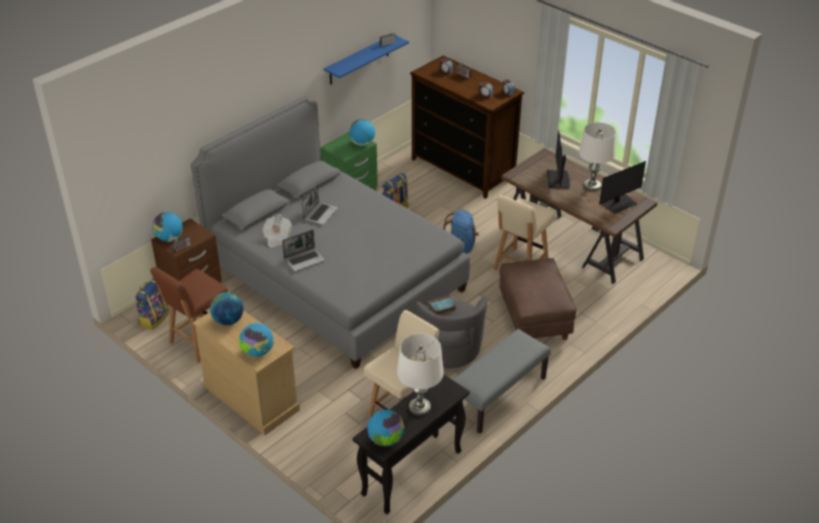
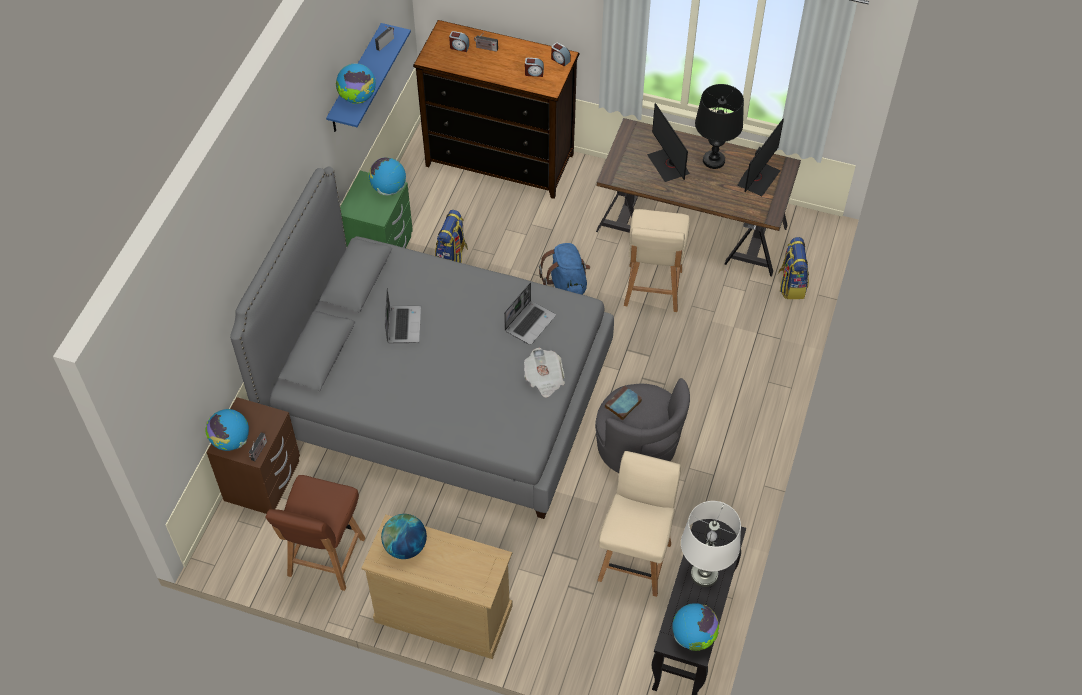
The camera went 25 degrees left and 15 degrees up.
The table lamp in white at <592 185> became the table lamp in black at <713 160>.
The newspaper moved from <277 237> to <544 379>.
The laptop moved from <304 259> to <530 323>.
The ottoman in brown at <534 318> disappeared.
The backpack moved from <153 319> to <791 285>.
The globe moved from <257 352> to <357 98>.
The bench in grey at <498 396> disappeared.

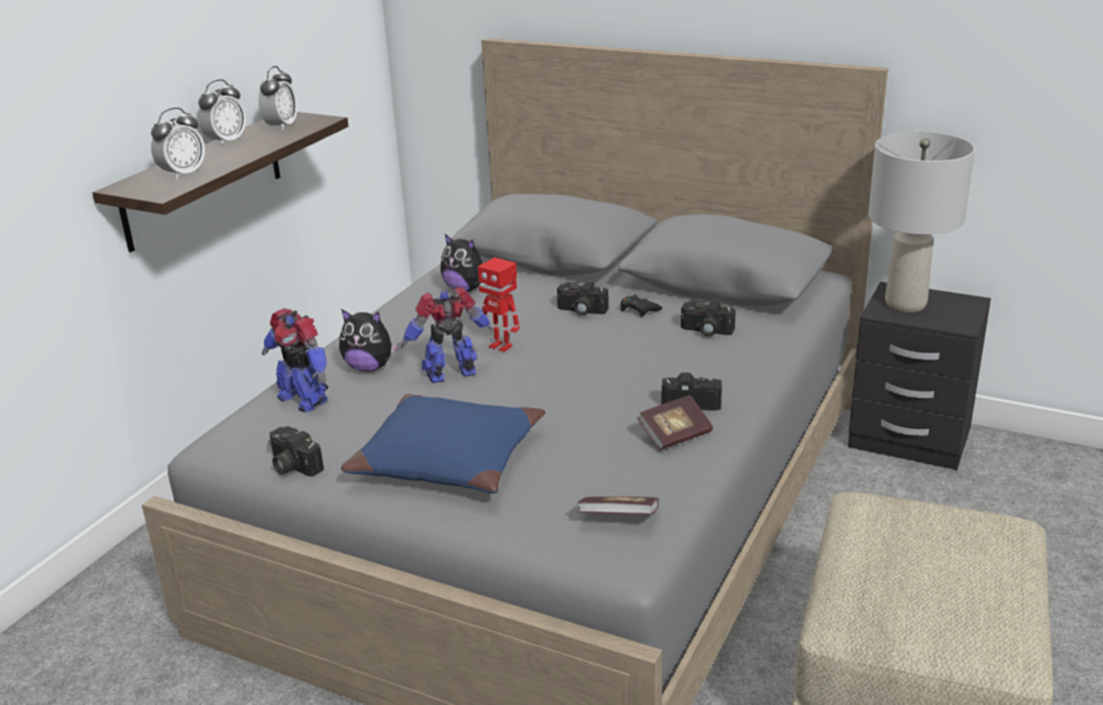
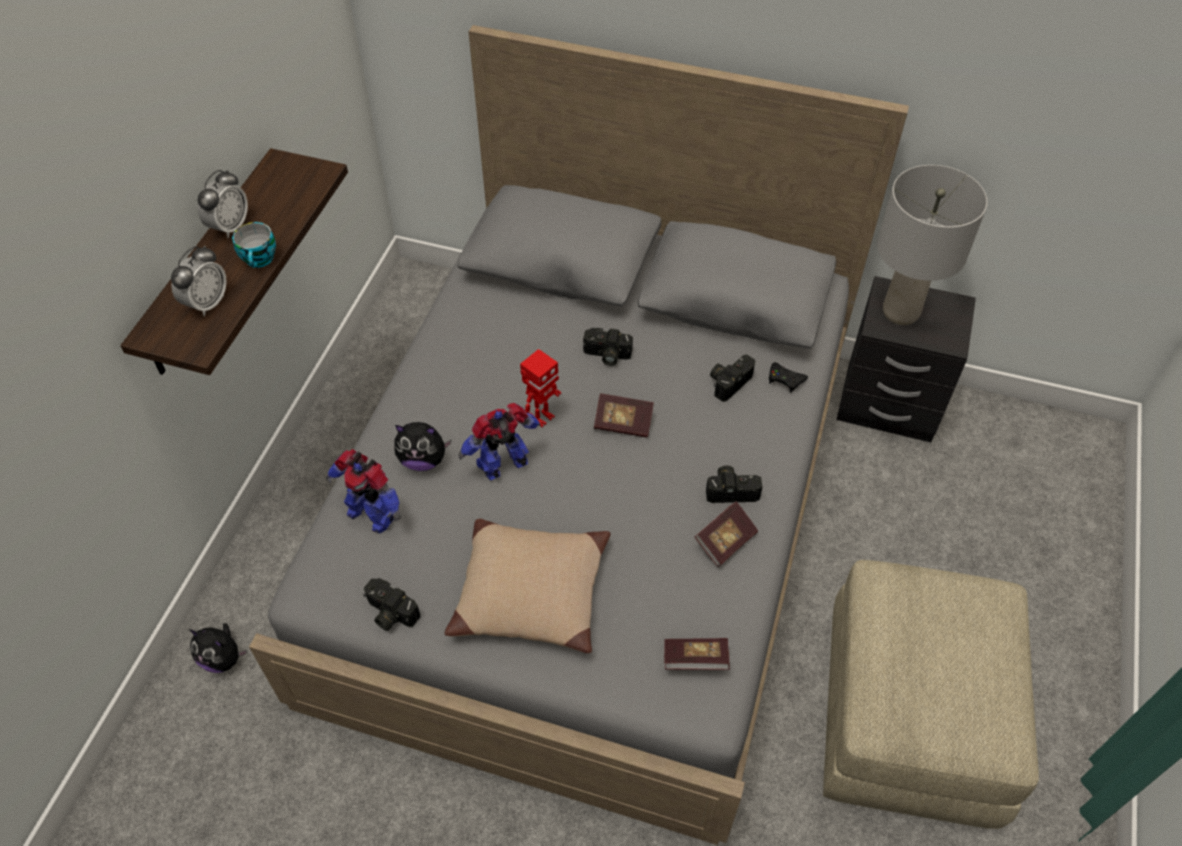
The camera went 10 degrees left and 25 degrees up.
The alarm clock at <281 126> disappeared.
The plush toy moved from <466 289> to <223 658>.
The toy robot at <501 346> turned 75 degrees counterclockwise.
The game controller in black moved from <639 310> to <785 379>.
The photo camera at <705 331> turned 120 degrees clockwise.
The pillow in blue at <449 460> became the pillow in beige at <531 592>.
The cup at <260 259> appeared.
The book at <623 423> appeared.

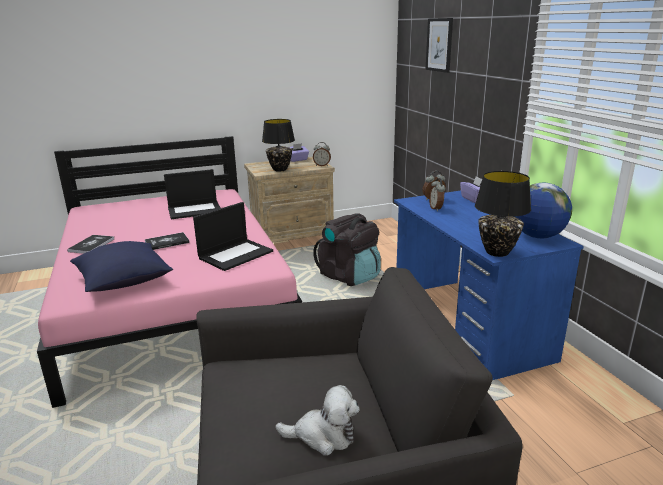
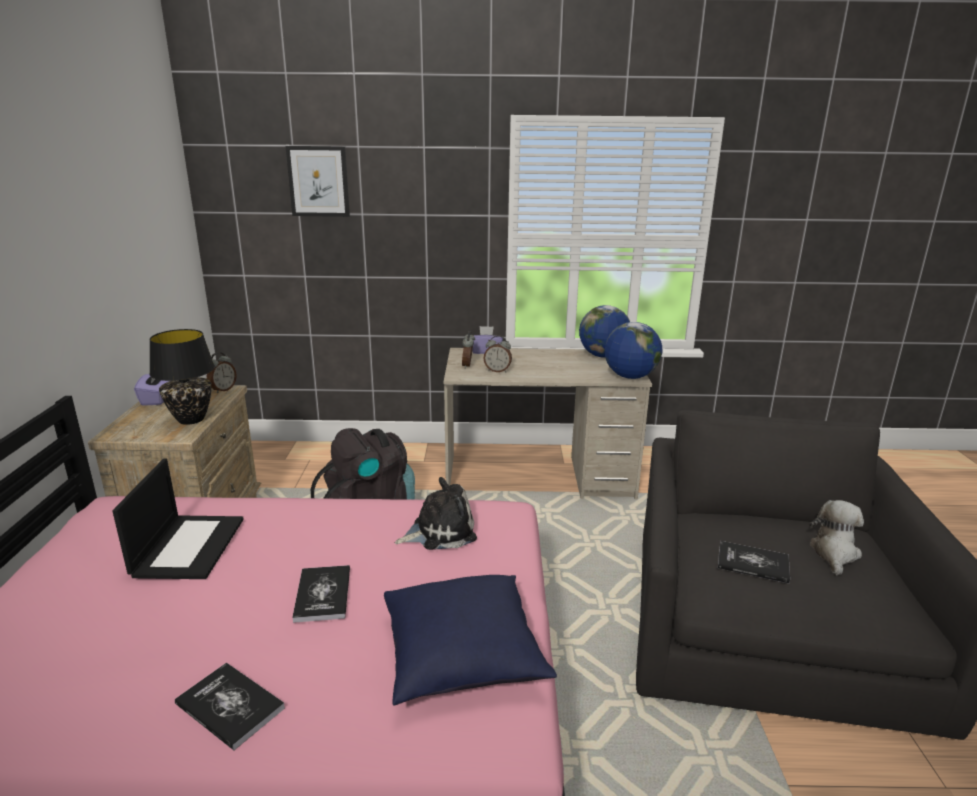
The camera went 70 degrees left and 0 degrees up.
The table lamp in black at <497 252> was replaced by the globe at <630 377>.
The desk in blue at <468 325> became the desk in beige at <539 477>.
The laptop at <236 254> was replaced by the plush toy at <440 531>.
The book at <753 563> appeared.

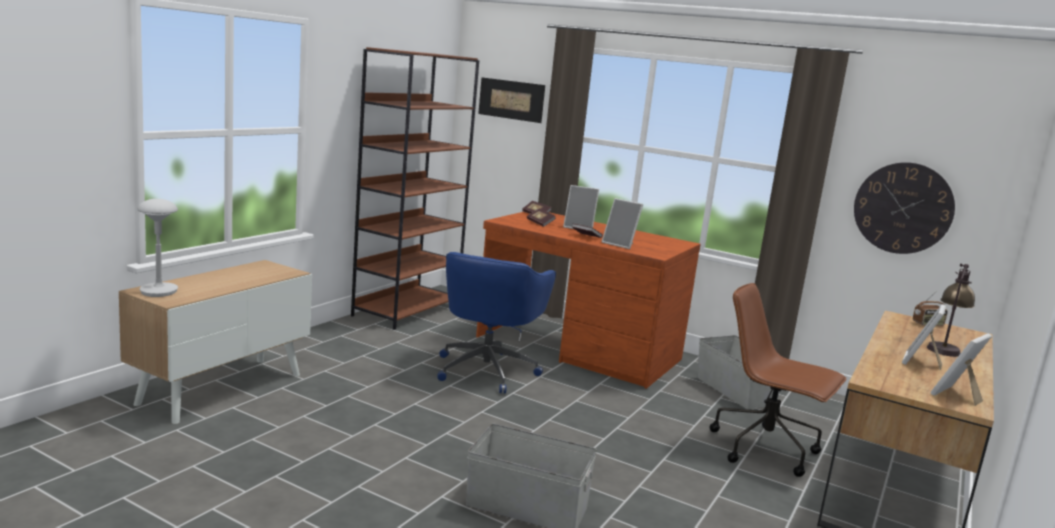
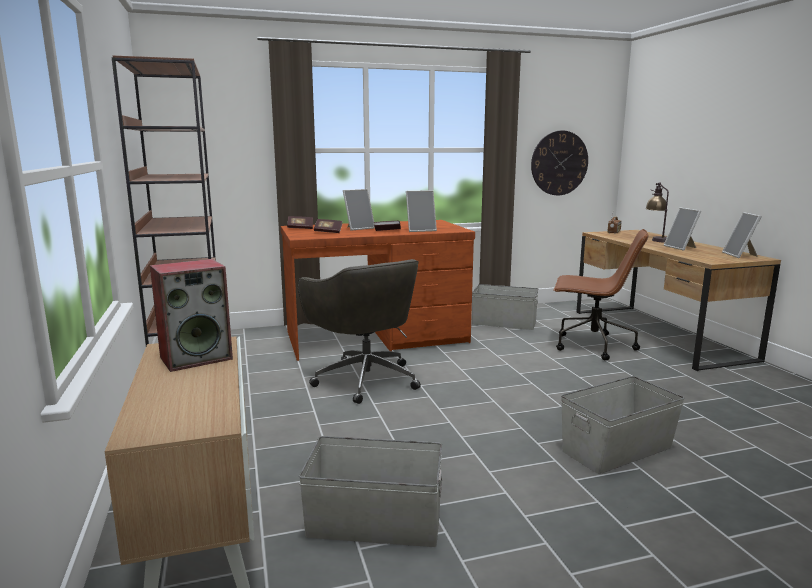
The camera went 45 degrees left and 0 degrees up.
The picture at <511 99> disappeared.
The table lamp in grey at <158 291> disappeared.
The office chair in blue at <487 369> became the office chair in grey at <365 379>.
The office chair in brown at <766 449> turned 150 degrees counterclockwise.
The speaker at <197 358> appeared.
The storage box in grey at <374 522> appeared.

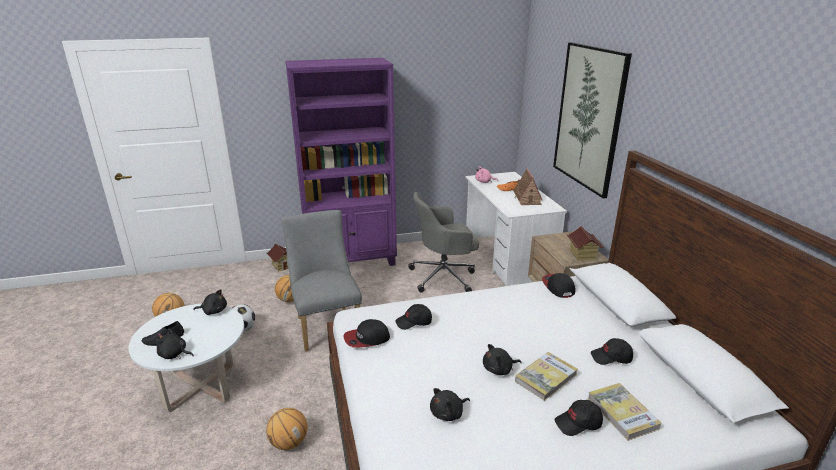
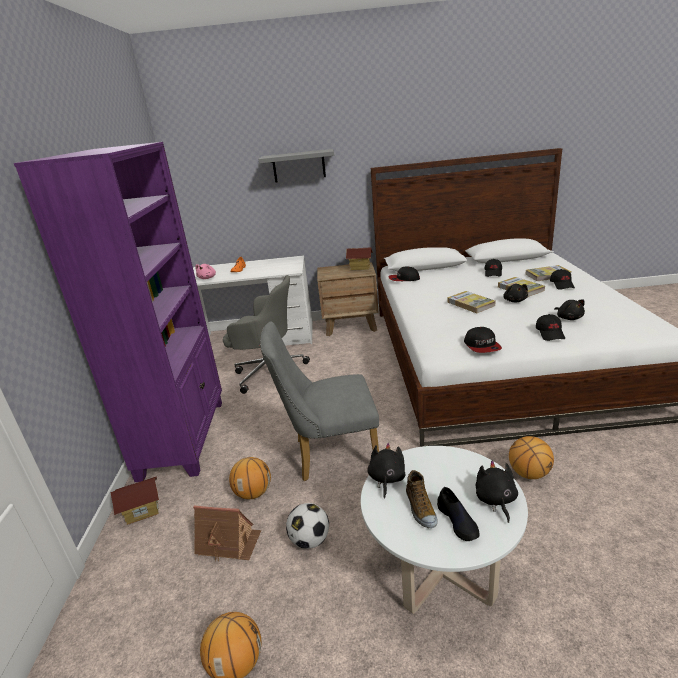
The camera went 75 degrees left and 0 degrees up.
The picture at <589 118> was replaced by the shelf in grey at <299 166>.
The toy house moved from <527 199> to <229 542>.
The office chair in grey at <444 276> turned 75 degrees counterclockwise.
The cap in black moved from <414 322> to <550 333>.
The plush toy in black at <174 354> turned 150 degrees clockwise.
The book at <470 304> appeared.
The shoe at <420 508> appeared.

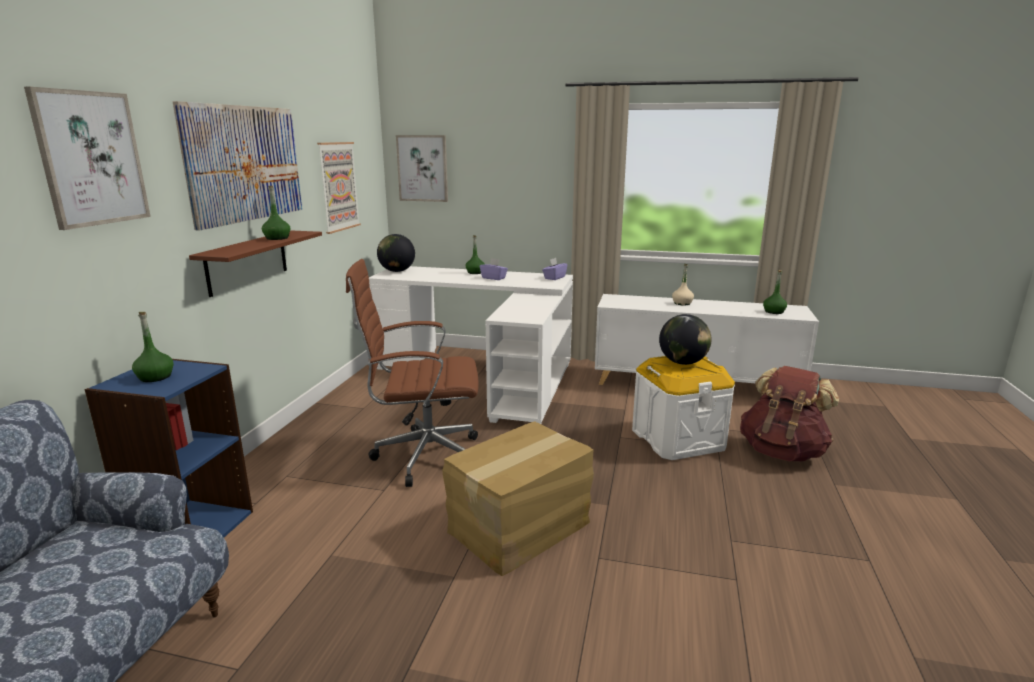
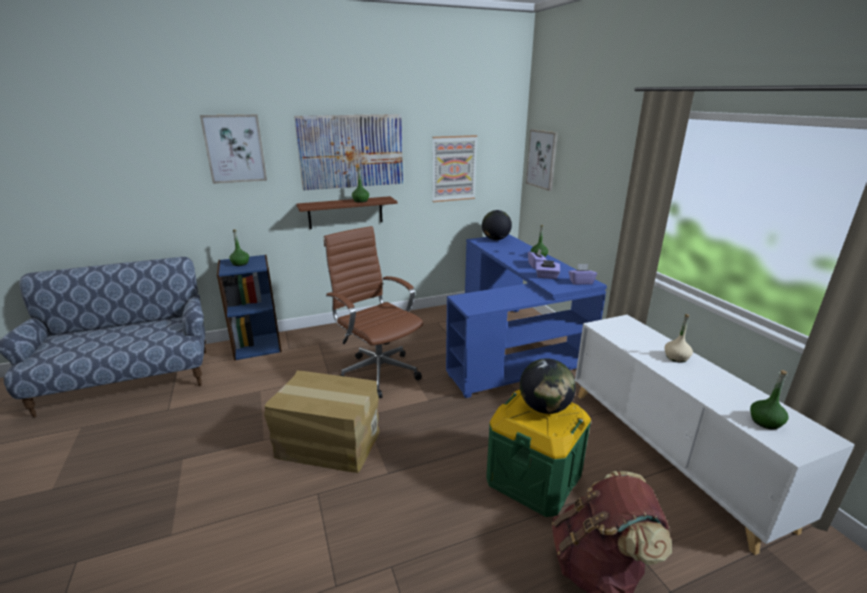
The camera went 55 degrees right and 5 degrees up.
The desk in white at <486 376> became the desk in blue at <514 344>.
The storage box in white at <677 439> became the storage box in green at <533 478>.
The tissue box in purple at <546 277> appeared.

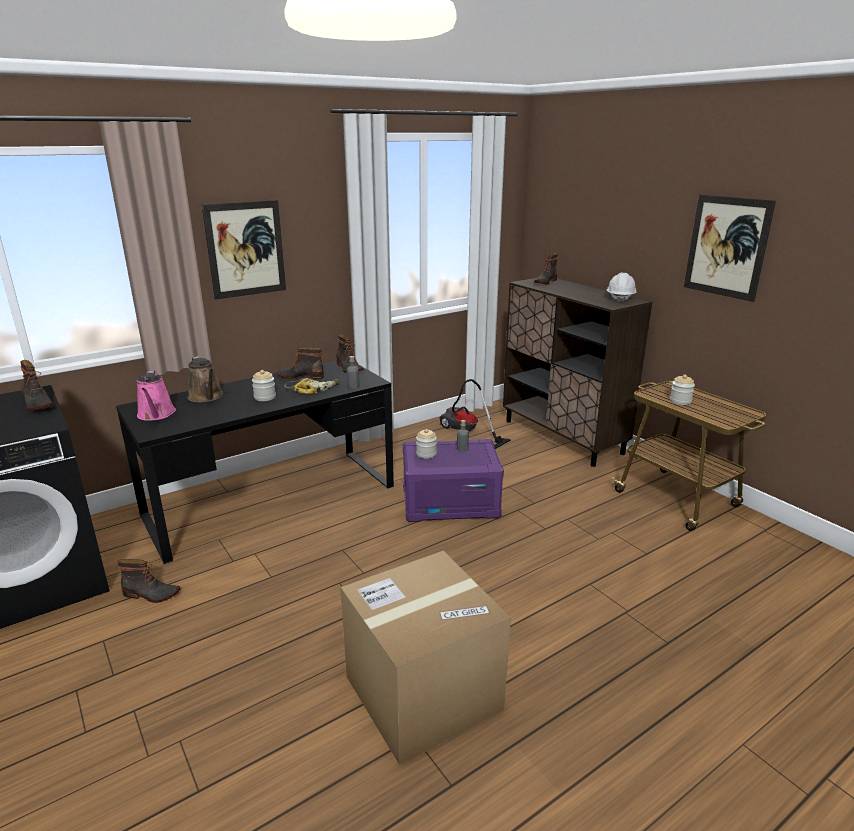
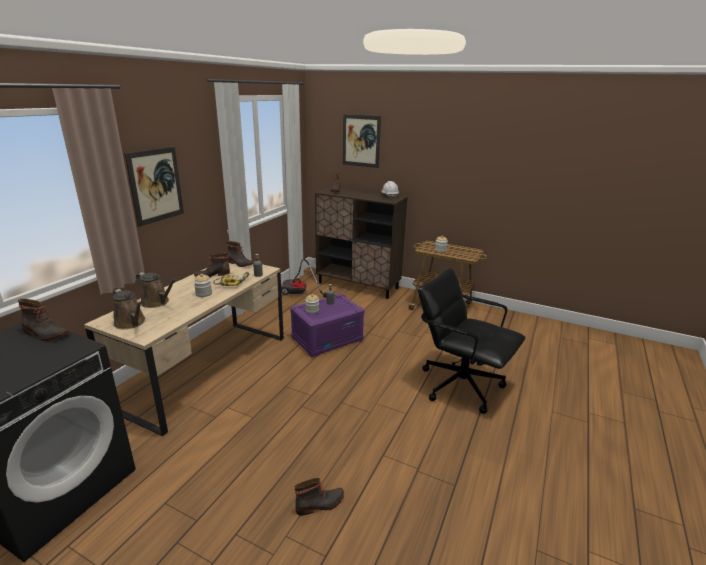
The camera went 30 degrees left and 0 degrees up.
The picture moved from <726 247> to <361 141>.
The desk in black at <272 500> became the desk in beige at <206 369>.
The watering can in pink at <156 414> became the watering can in brown at <131 323>.
The cardboard box at <423 693> disappeared.
The boot moved from <151 594> to <320 504>.
The office chair in black at <460 385> appeared.

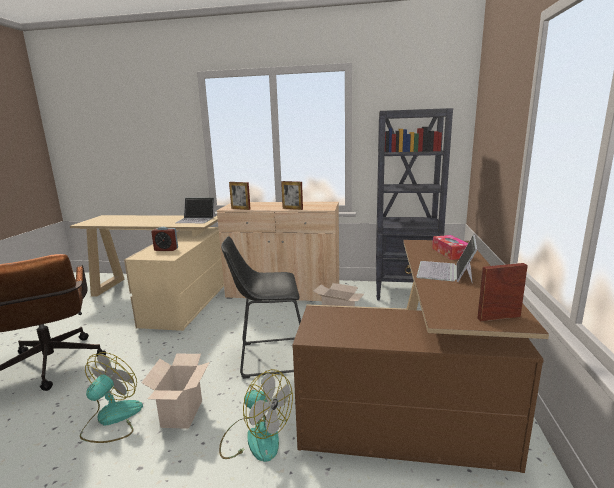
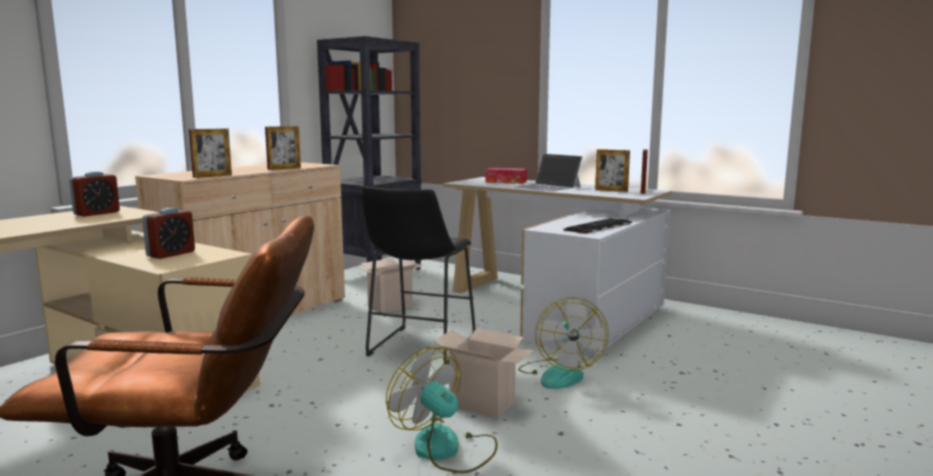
The camera went 65 degrees left and 5 degrees down.
The laptop at <196 219> was replaced by the alarm clock at <97 213>.
The desk in brown at <423 393> became the desk in white at <557 308>.
The fan at <255 438> turned 120 degrees clockwise.
The picture frame at <611 190> appeared.
The keyboard at <599 227> appeared.

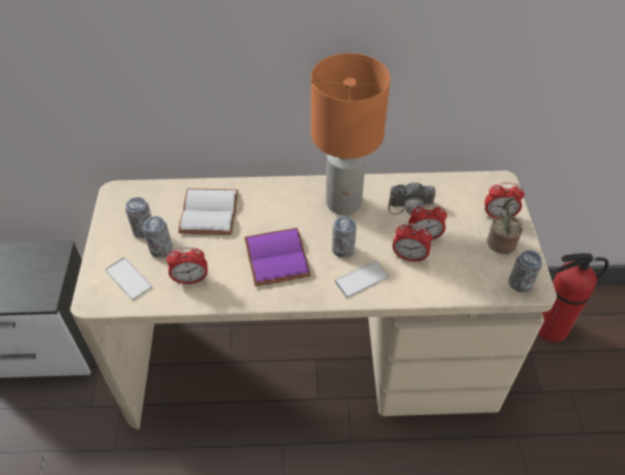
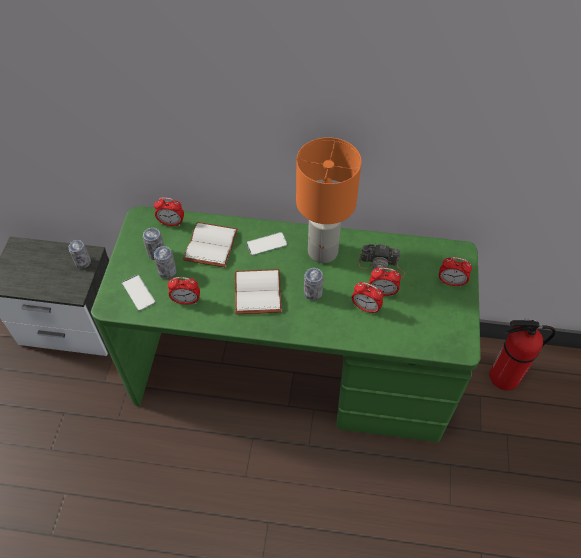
The camera went 10 degrees right and 5 degrees up.
The desk in beige at <312 357> became the desk in green at <290 370>.
The potted plant at <500 244> disappeared.
The book in purple at <274 257> became the book in white at <256 291>.
The can moved from <520 283> to <83 262>.
The phone moved from <361 279> to <266 244>.
The alarm clock at <171 223> appeared.

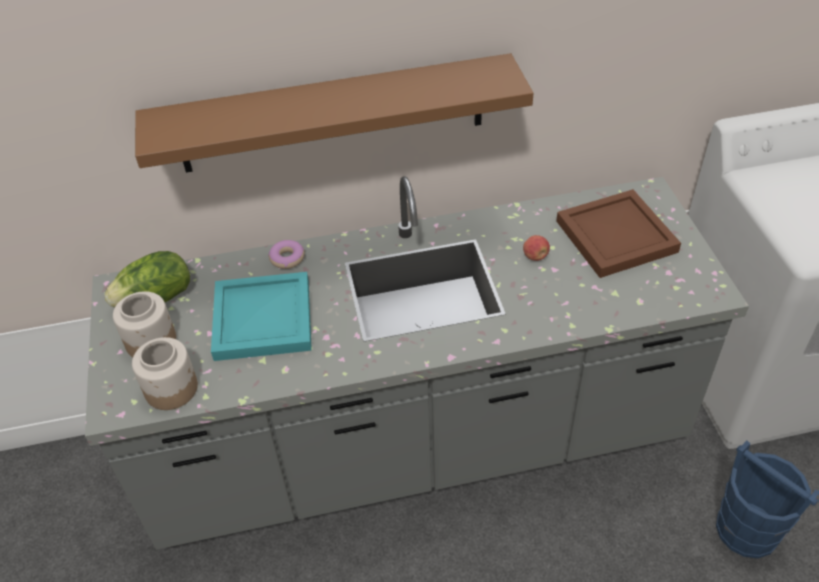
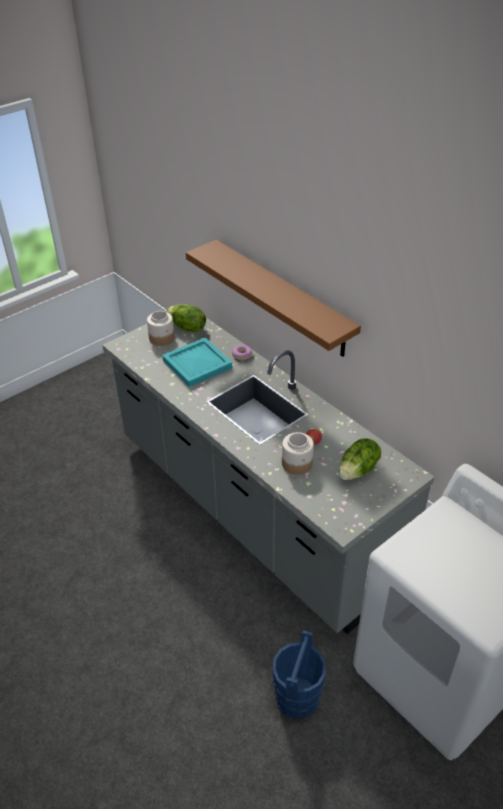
The camera went 60 degrees right and 5 degrees down.
The tray in brown at <616 235> was replaced by the lettuce at <358 470>.
The jar moved from <172 388> to <297 463>.

